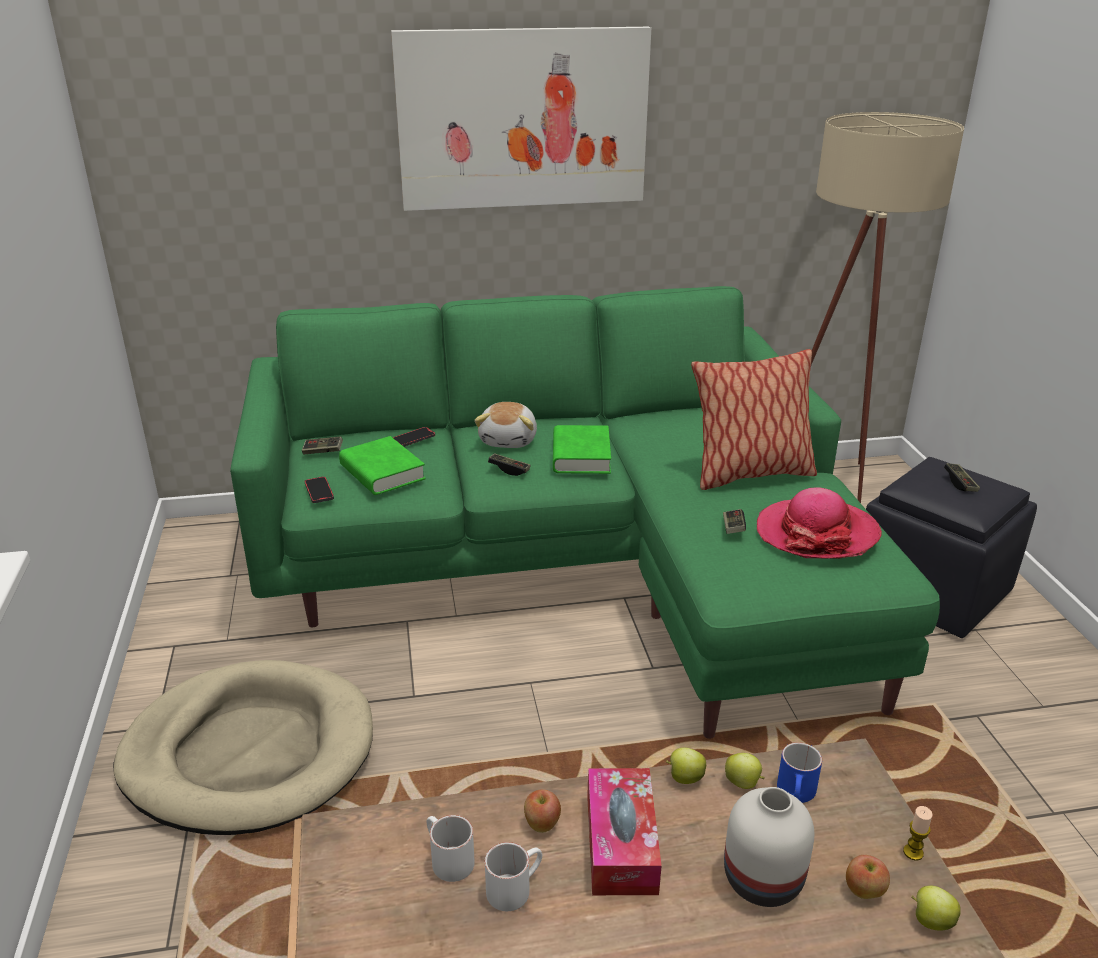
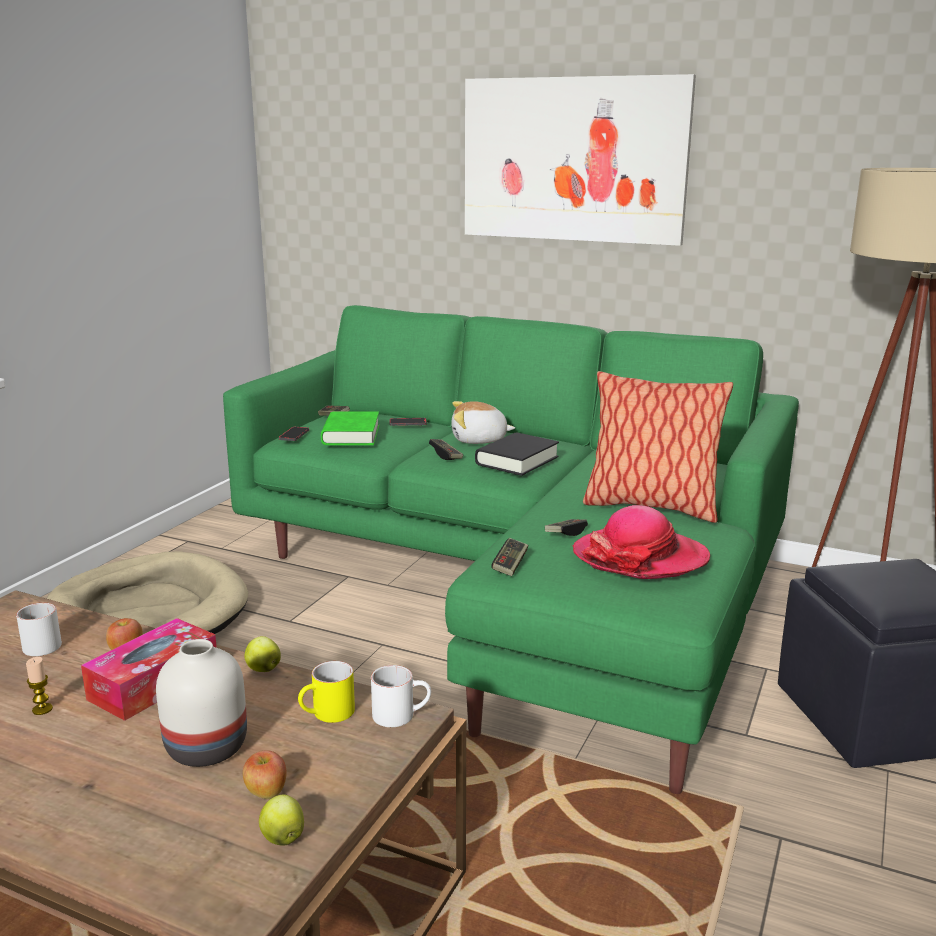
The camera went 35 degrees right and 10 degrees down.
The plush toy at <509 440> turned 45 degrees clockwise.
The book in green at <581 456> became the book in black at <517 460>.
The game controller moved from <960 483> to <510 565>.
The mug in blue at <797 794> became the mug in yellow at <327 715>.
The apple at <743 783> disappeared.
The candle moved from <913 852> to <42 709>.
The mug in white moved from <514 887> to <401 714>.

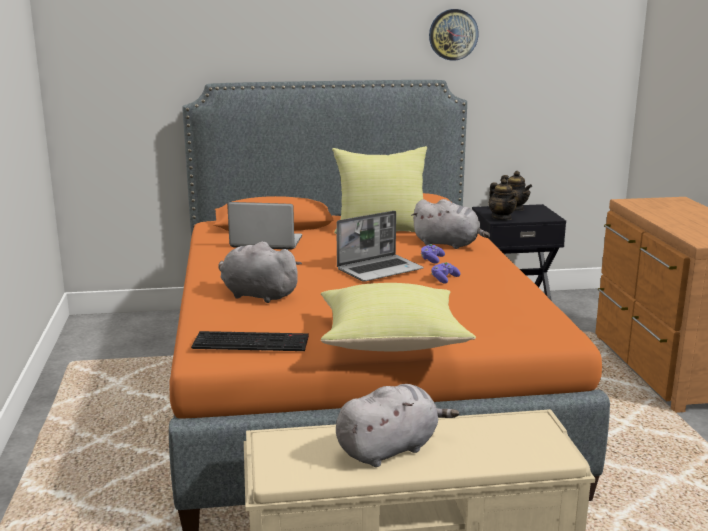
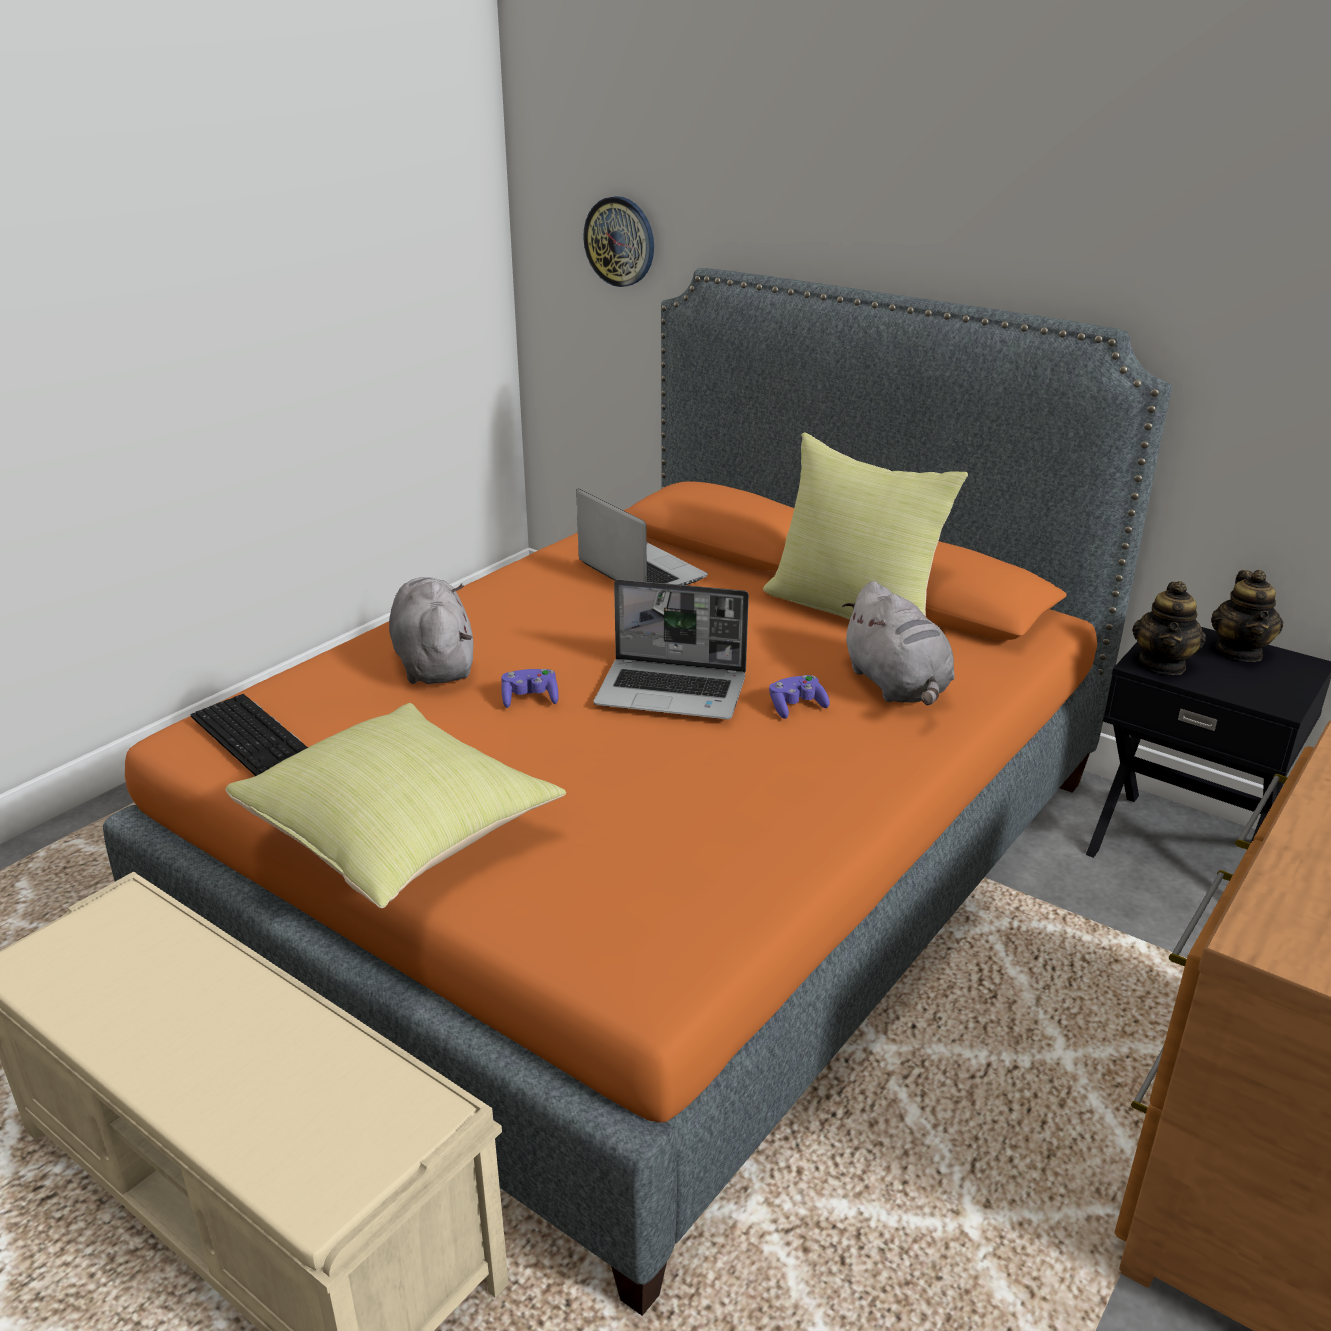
The camera went 45 degrees right and 10 degrees up.
The wall clock moved from <453 34> to <620 241>.
The game controller in purple moved from <444 279> to <530 699>.
The plush toy in grey at <390 449> disappeared.

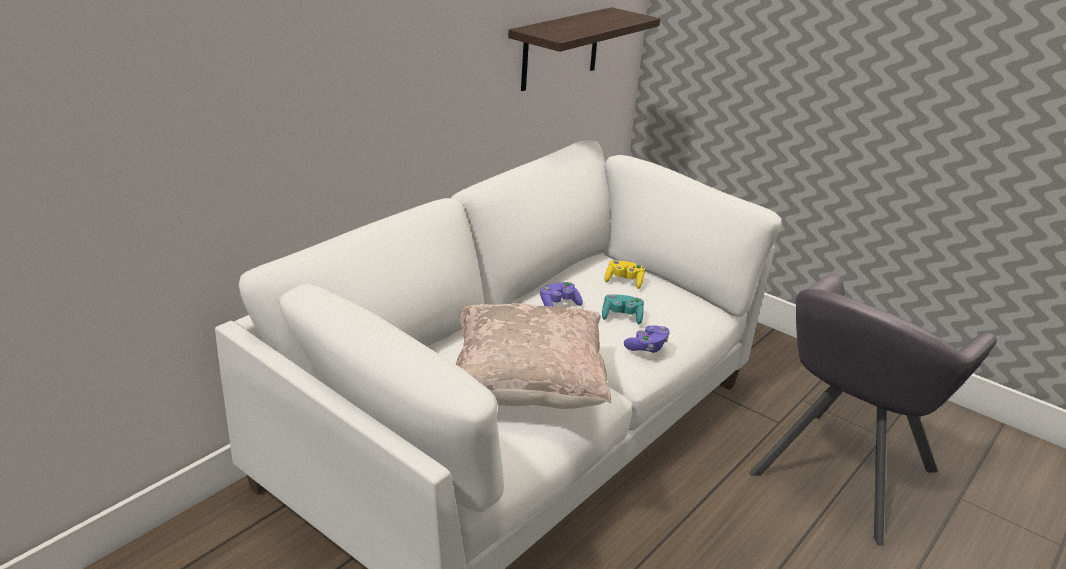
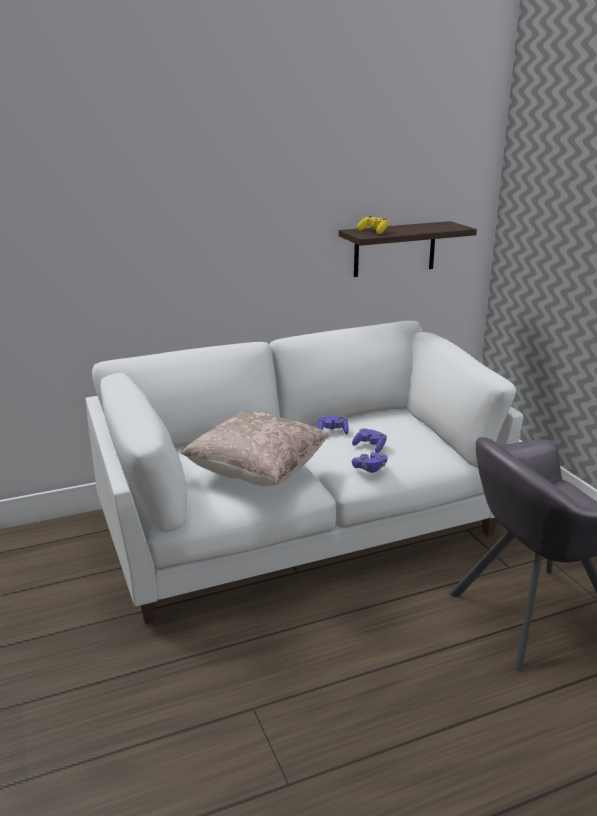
The camera went 30 degrees right and 5 degrees down.
The game controller in yellow moved from <624 281> to <374 232>.
The game controller in turquoise at <622 317> became the game controller in purple at <370 446>.

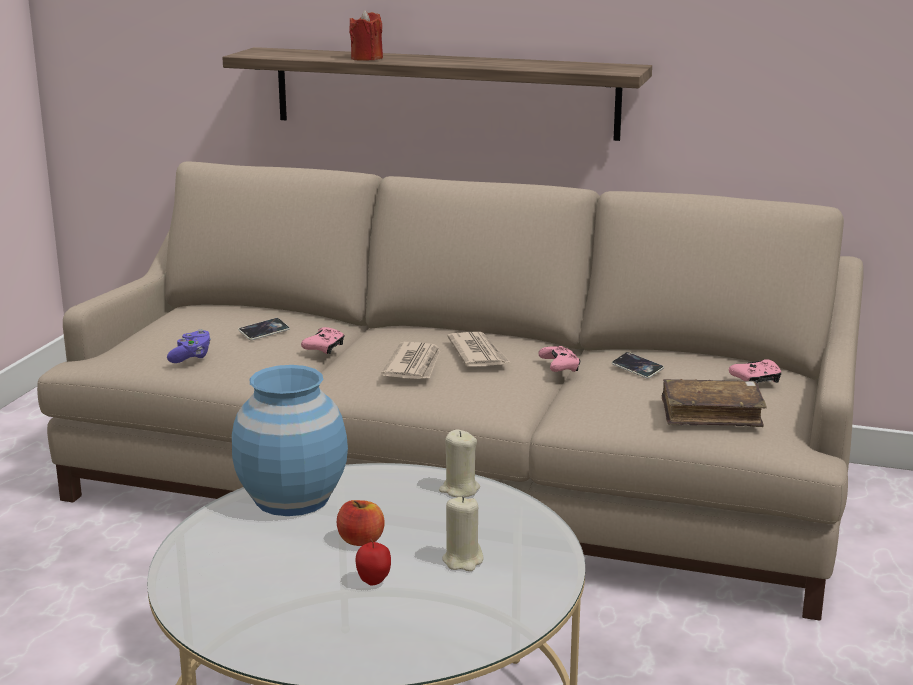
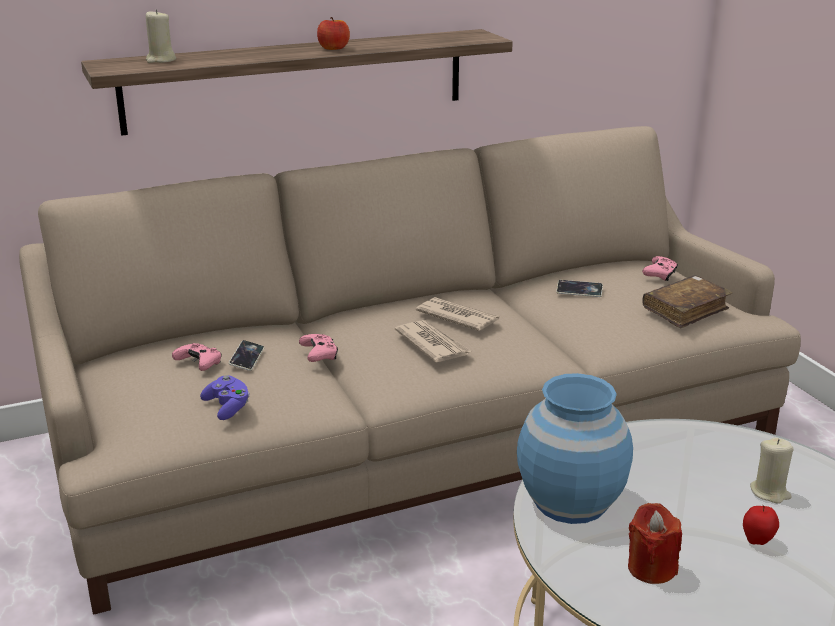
The camera went 40 degrees left and 5 degrees up.
The candle in red moved from <367 58> to <651 568>.
The game controller in pink moved from <560 367> to <199 364>.
The candle in beige moved from <459 489> to <161 60>.
The apple moved from <361 540> to <333 48>.

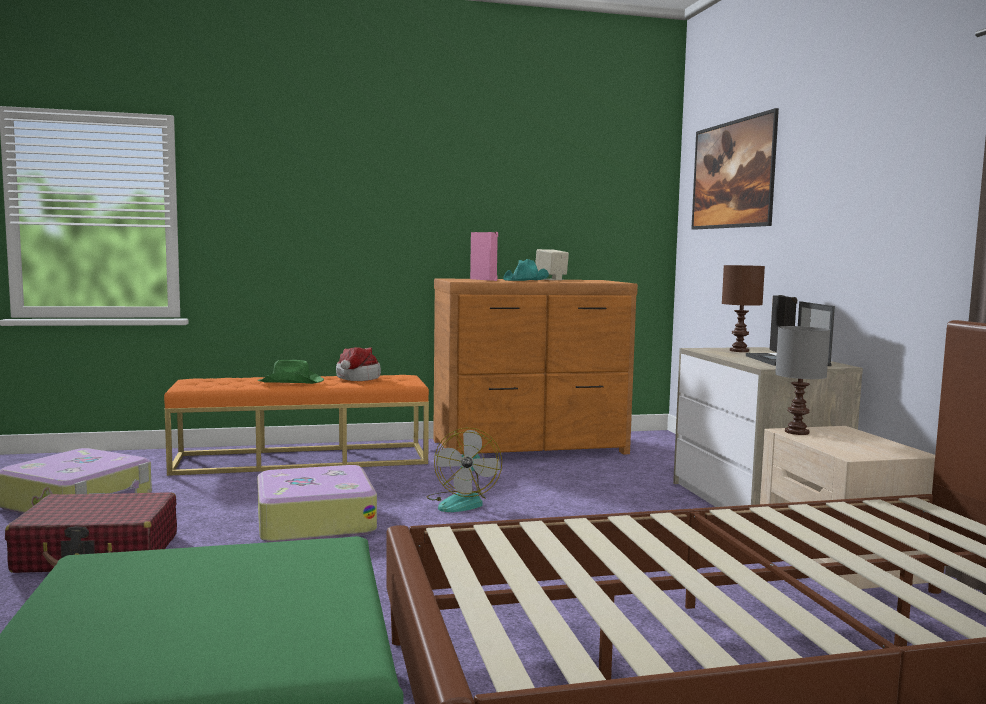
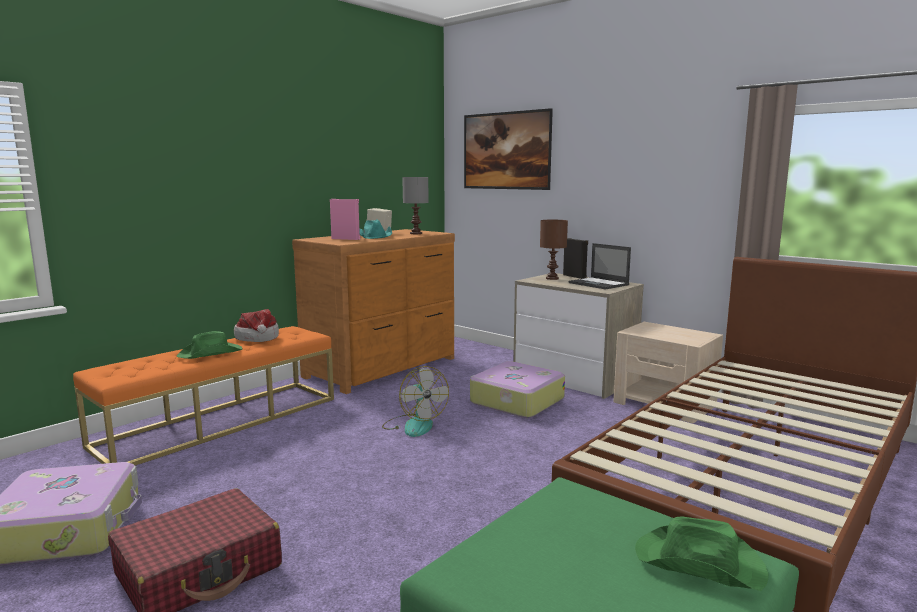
The camera went 35 degrees left and 5 degrees up.
The table lamp in grey moved from <797 432> to <416 233>.
The suitcase moved from <314 521> to <515 401>.
The hat in green at <700 564> appeared.

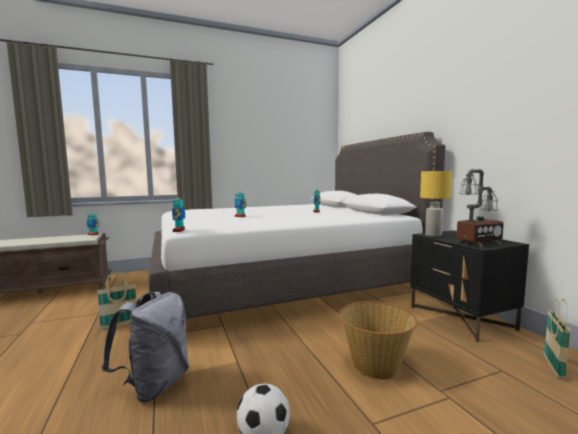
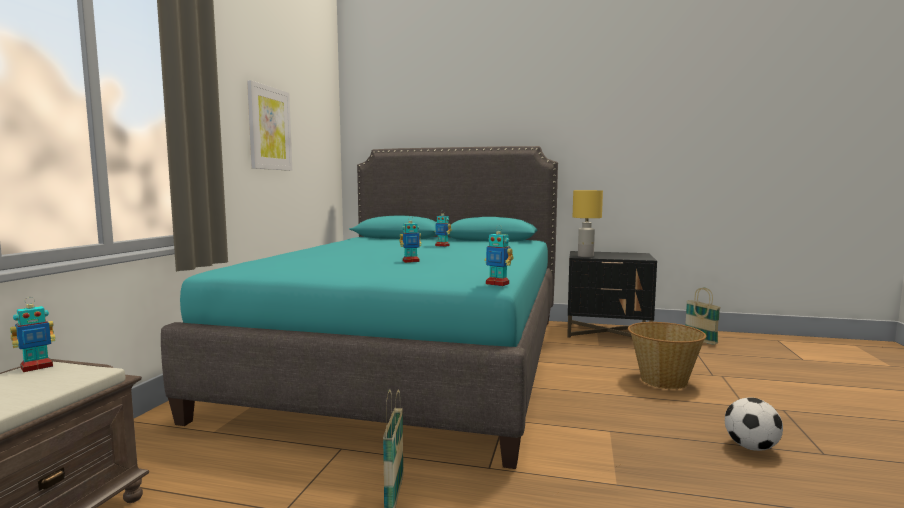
The camera went 55 degrees left and 0 degrees up.
The bed in white at <282 282> became the bed in turquoise at <412 359>.
The table lamp at <479 242> disappeared.
The backpack in grey at <154 385> disappeared.
The picture at <269 128> appeared.

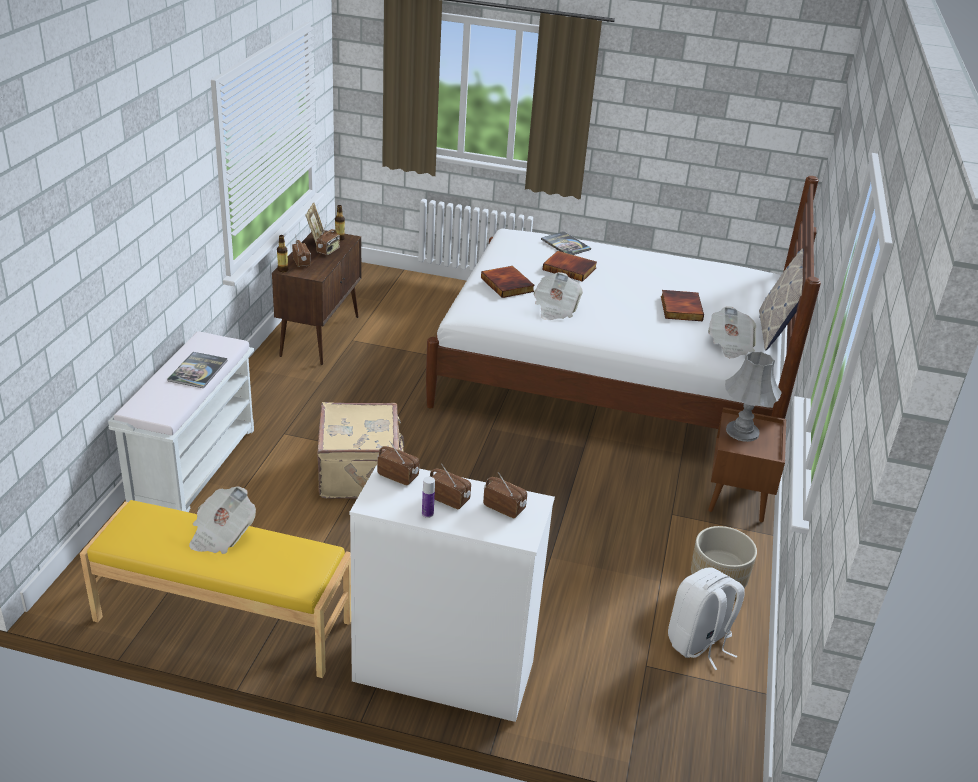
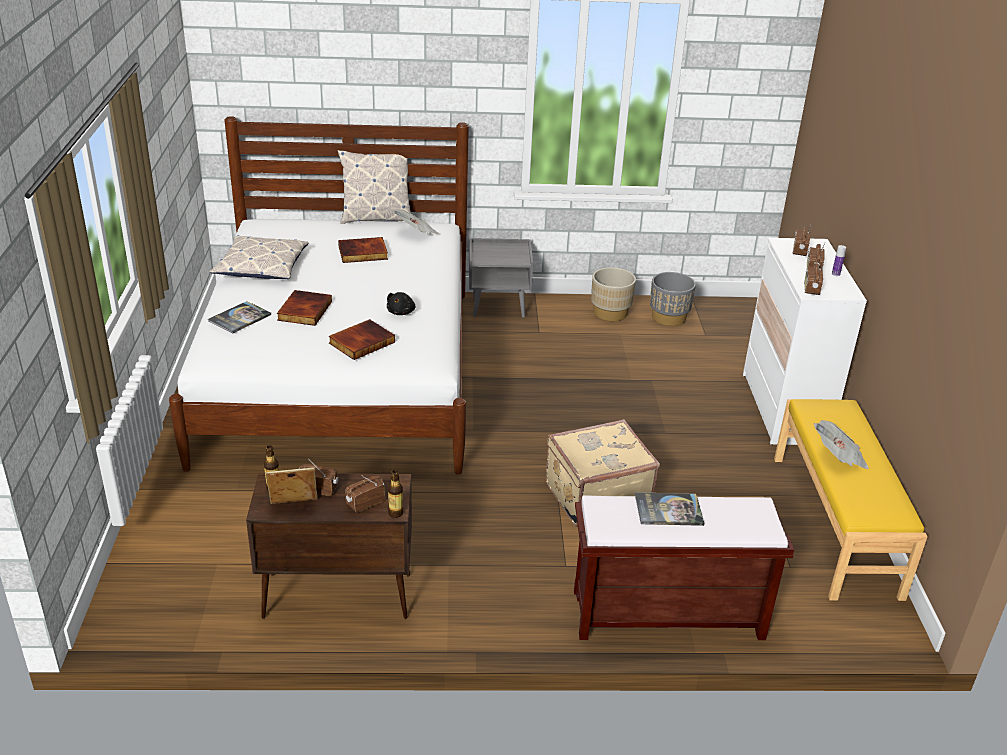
The camera went 105 degrees left and 0 degrees up.
The newspaper at <555 309> was replaced by the plush toy in black at <401 312>.
The bench in white at <194 466> became the bench in brown at <665 616>.
The table lamp in grey at <742 432> disappeared.
The nightstand in brown at <738 498> became the nightstand in grey at <499 306>.
The backpack in white at <699 643> was replaced by the planter in grey at <668 317>.
The pillow at <261 266> appeared.

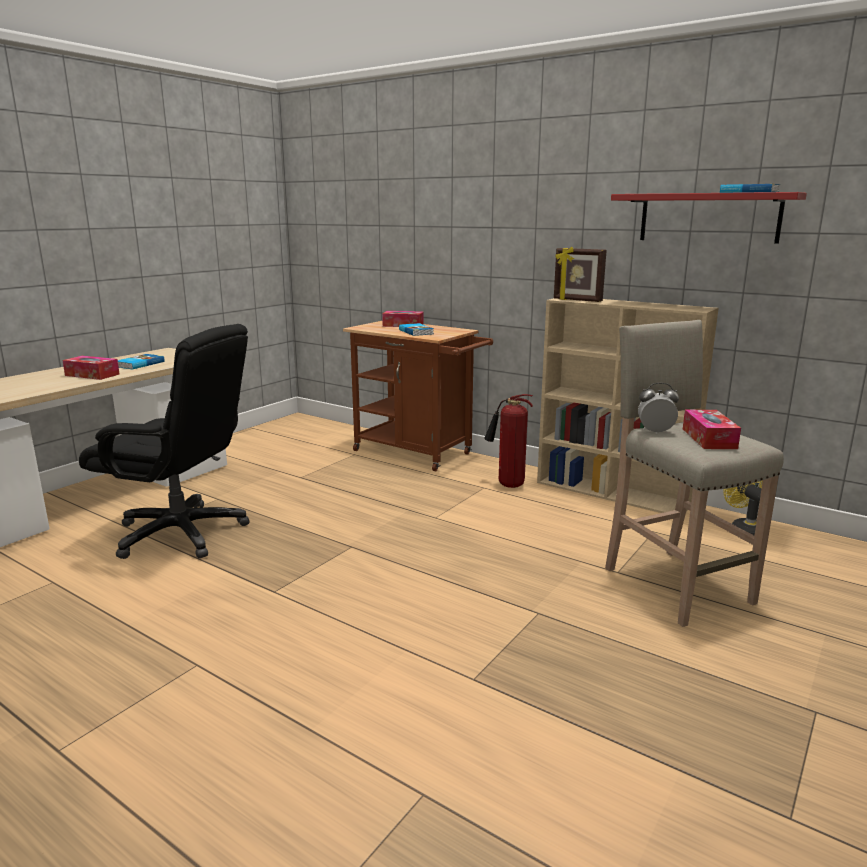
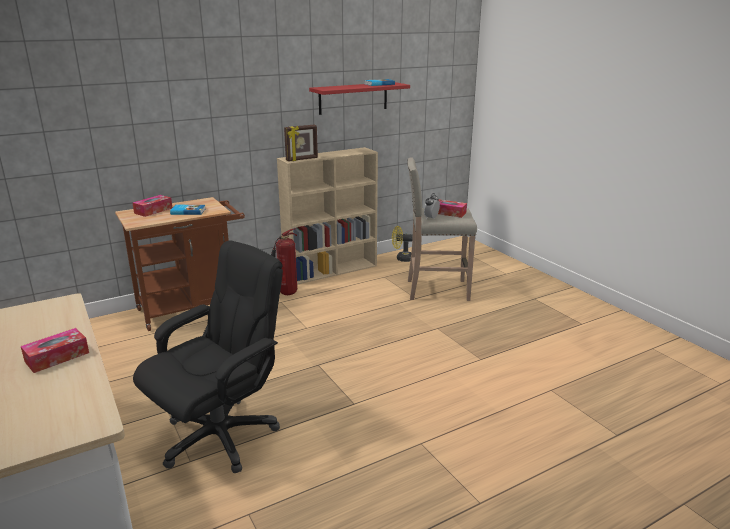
The camera went 65 degrees left and 5 degrees up.
The book at <139 364> disappeared.

